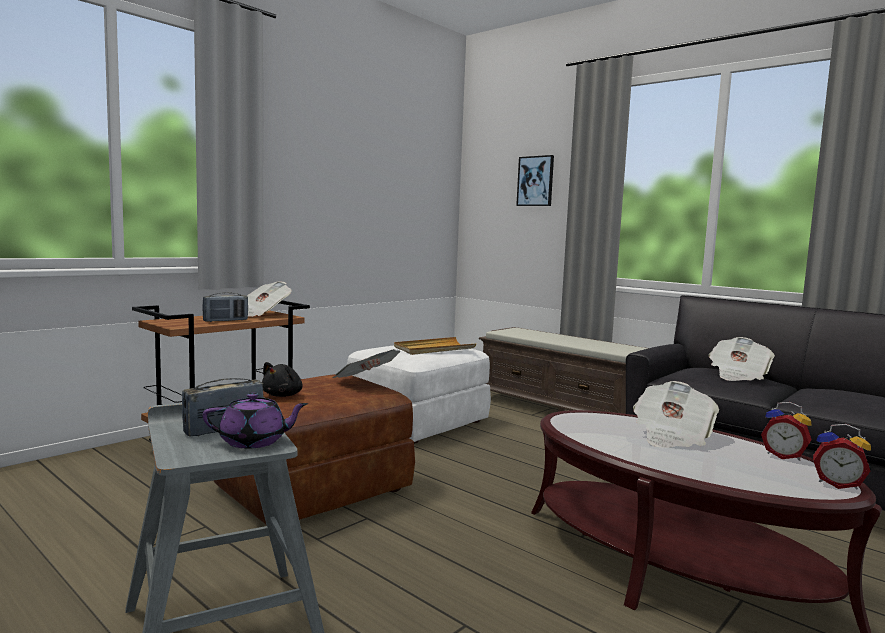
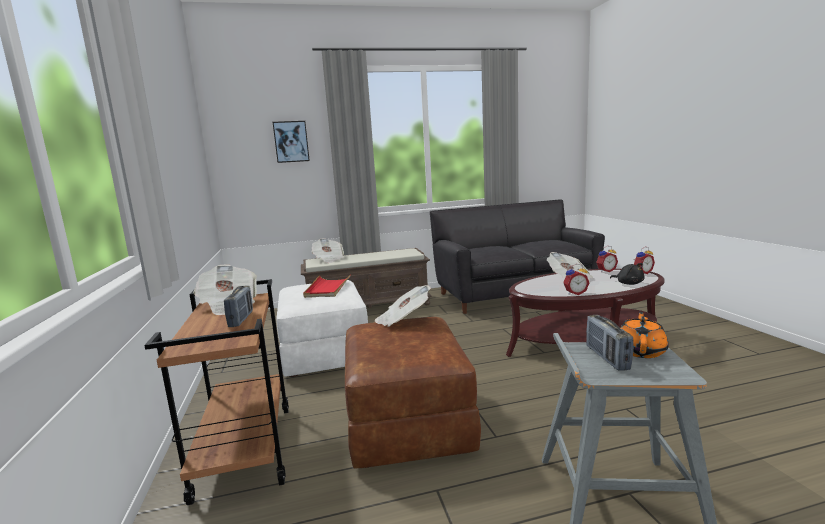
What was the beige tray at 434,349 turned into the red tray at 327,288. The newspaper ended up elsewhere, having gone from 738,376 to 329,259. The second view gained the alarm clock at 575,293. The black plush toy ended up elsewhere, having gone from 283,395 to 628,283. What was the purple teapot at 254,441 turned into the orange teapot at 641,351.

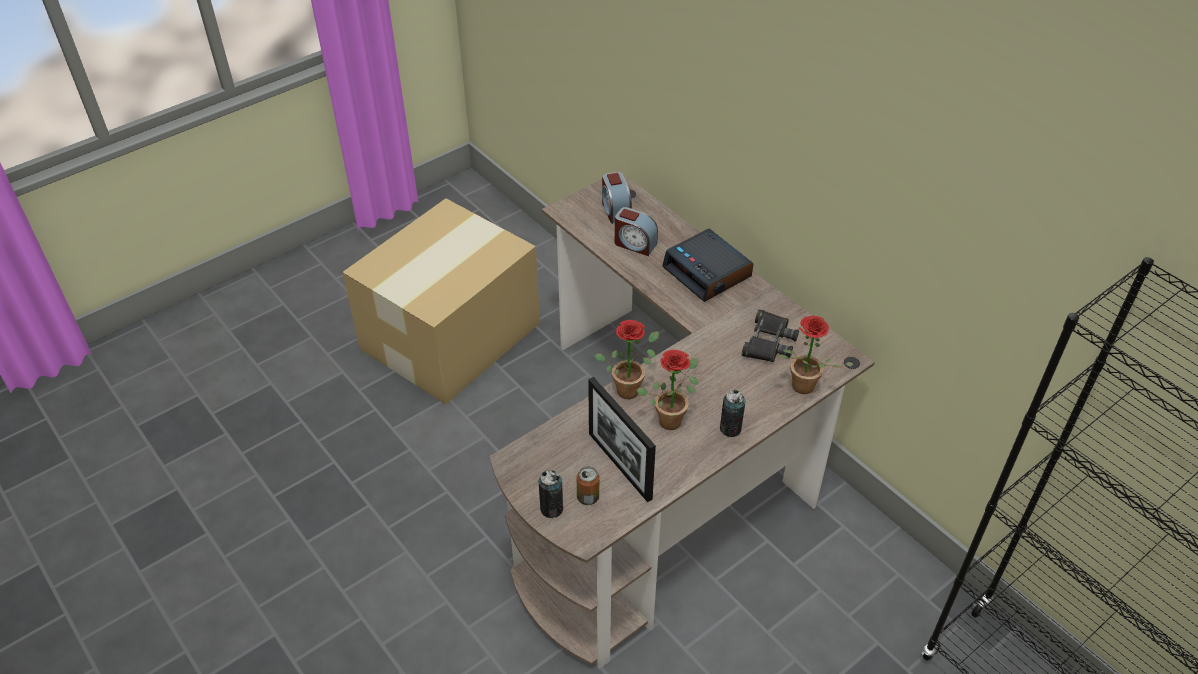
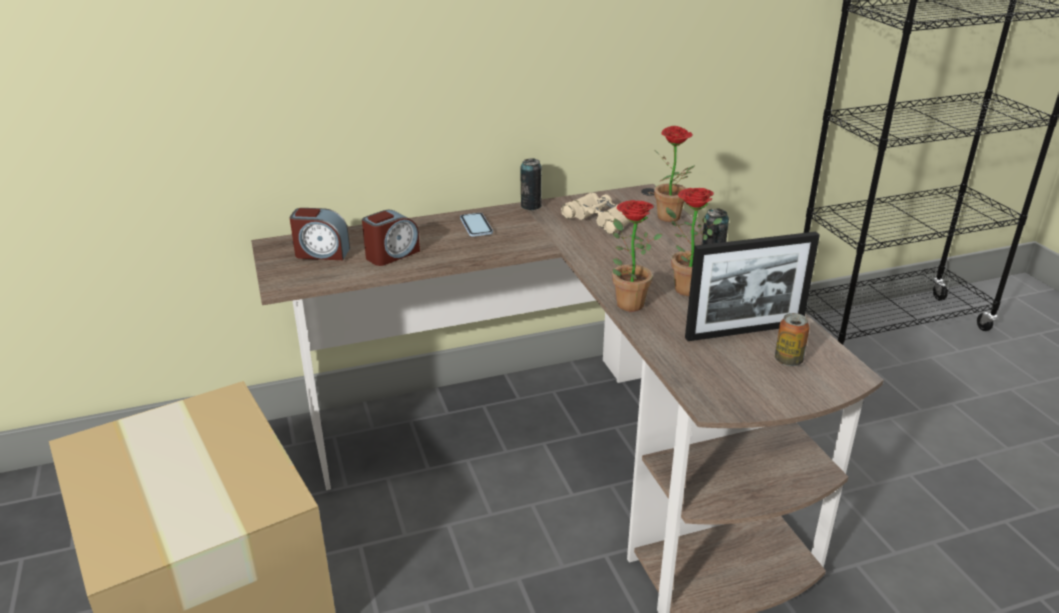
Where the alarm clock stood at 708,272, the phone came to stand at 476,226. The can ended up elsewhere, having gone from 551,509 to 531,206. What was the black binoculars at 768,342 turned into the beige binoculars at 600,219.

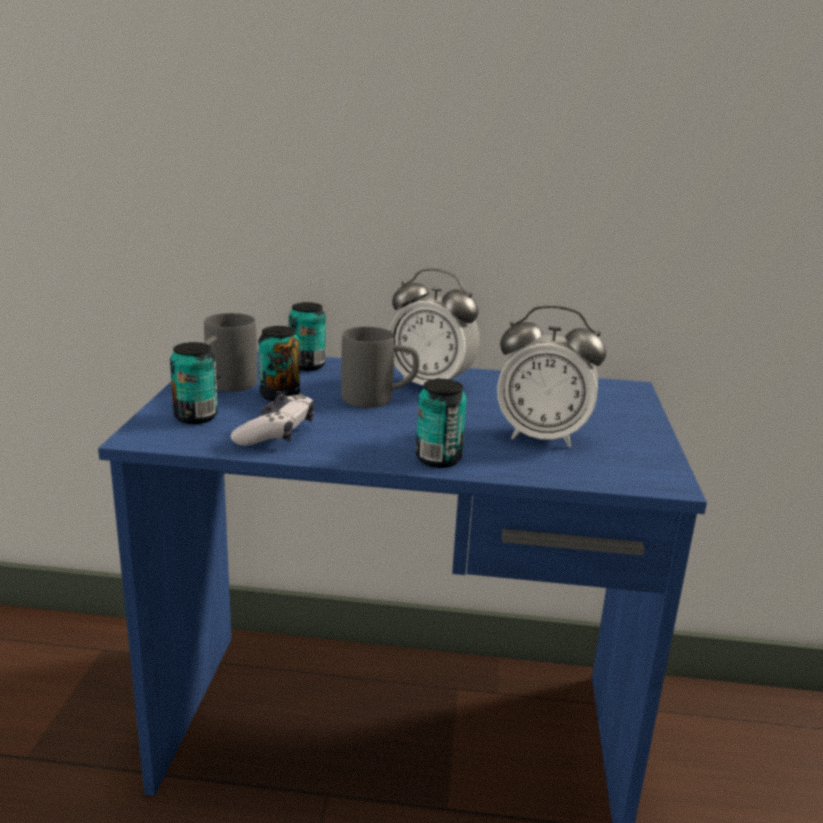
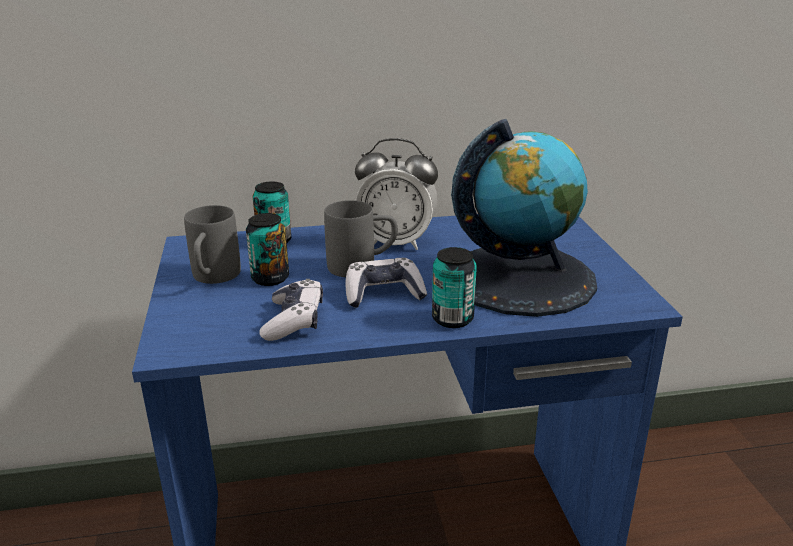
The second view gained the game controller at 383,294. Where the alarm clock stood at 542,437, the globe came to stand at 521,278. The second view lost the can at 195,417.

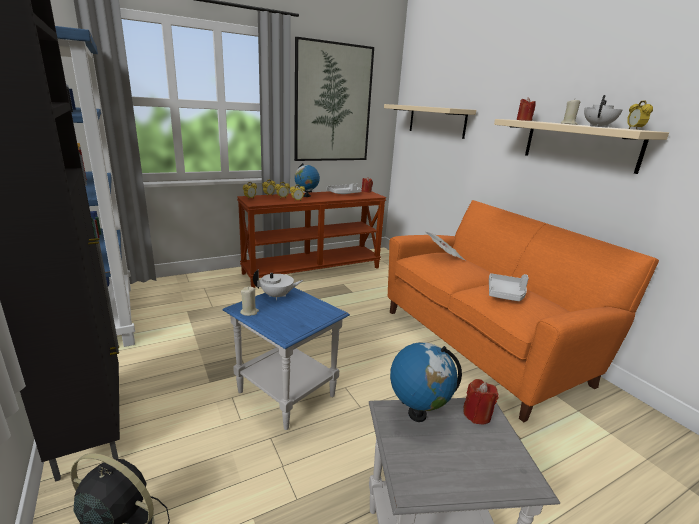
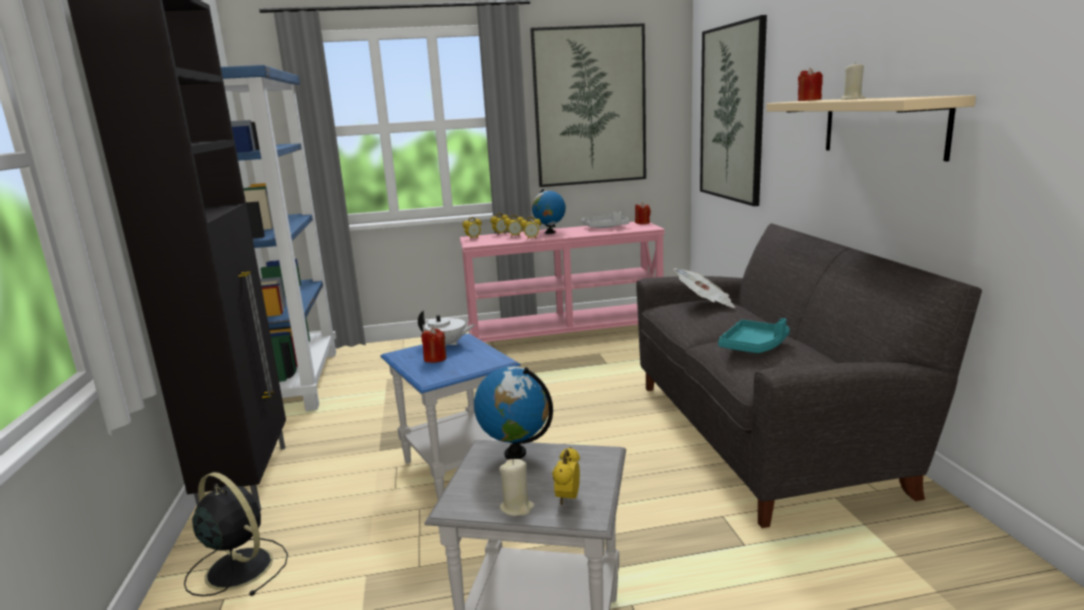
The red candle ended up elsewhere, having gone from 477,414 to 435,359. What was the brown console table at 312,270 turned into the pink console table at 565,336. The beige candle ended up elsewhere, having gone from 249,312 to 517,508. The alarm clock ended up elsewhere, having gone from 634,129 to 567,499. What was the orange sofa at 483,344 turned into the grey sofa at 765,434. Where the beige shelf hung at 436,121, the picture came to hang at 731,114. What was the grey tray at 506,293 turned into the turquoise tray at 754,346. The second view lost the white teapot at 598,126.

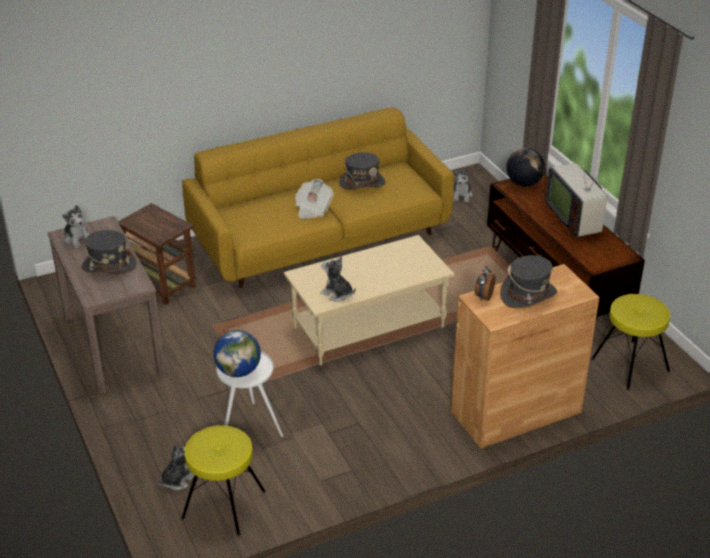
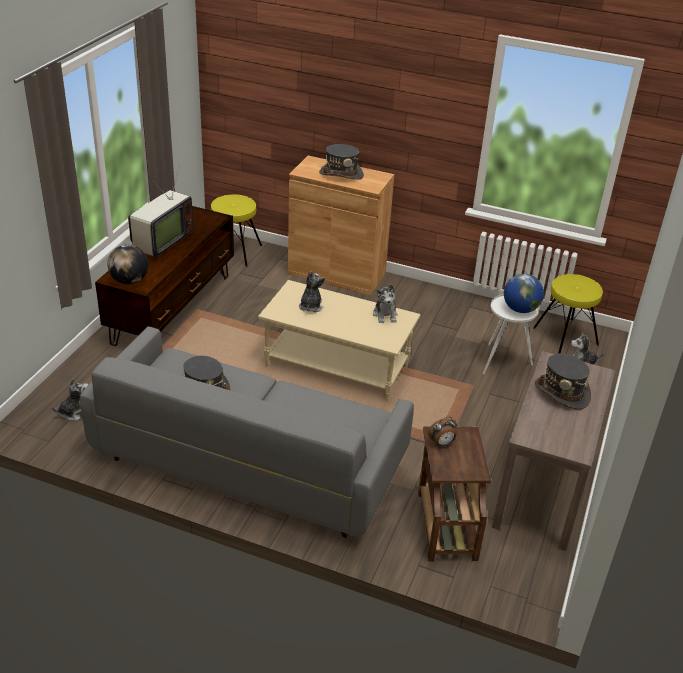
What was the yellow sofa at 321,238 turned into the grey sofa at 249,461. The plush toy ended up elsewhere, having gone from 78,238 to 311,306. The alarm clock ended up elsewhere, having gone from 483,296 to 441,444. The second view lost the newspaper at 312,209.

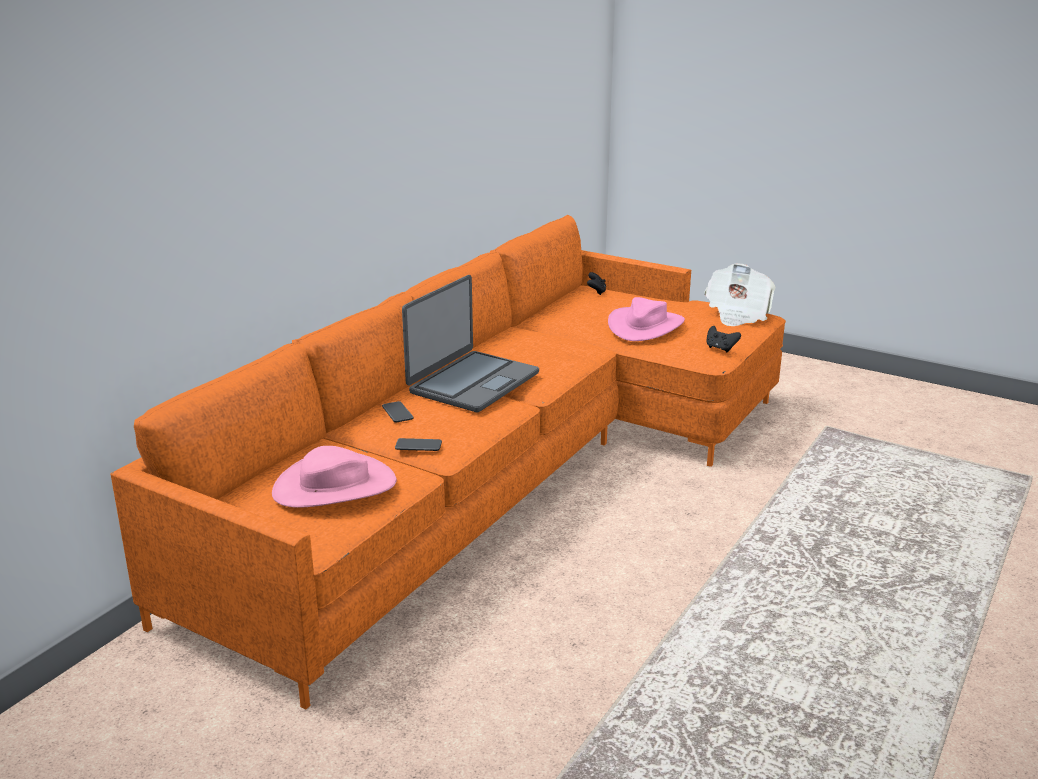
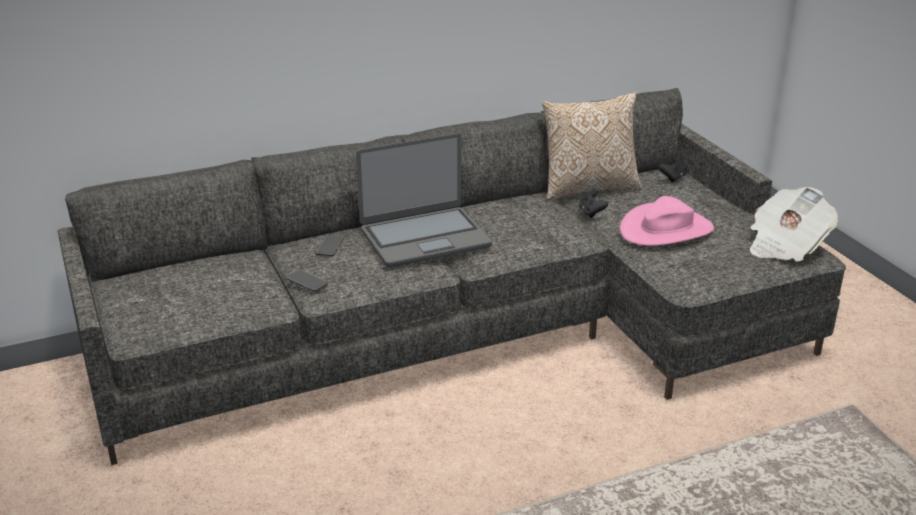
What was the orange sofa at 506,472 turned into the grey sofa at 473,333. The second view gained the pillow at 588,188. The black game controller ended up elsewhere, having gone from 720,348 to 591,213. The second view lost the pink hat at 334,487.

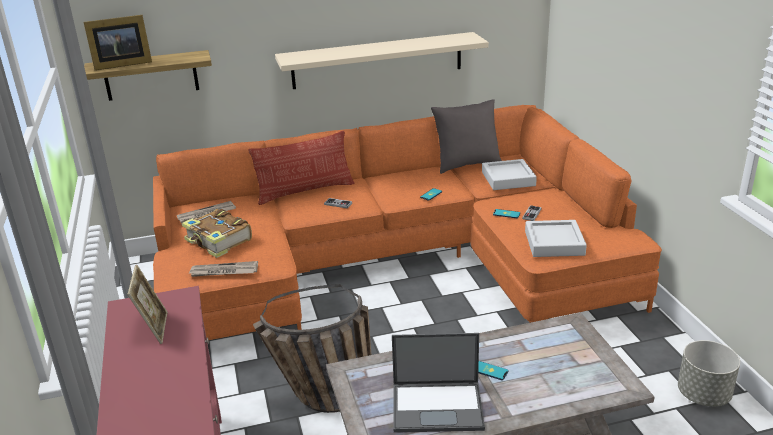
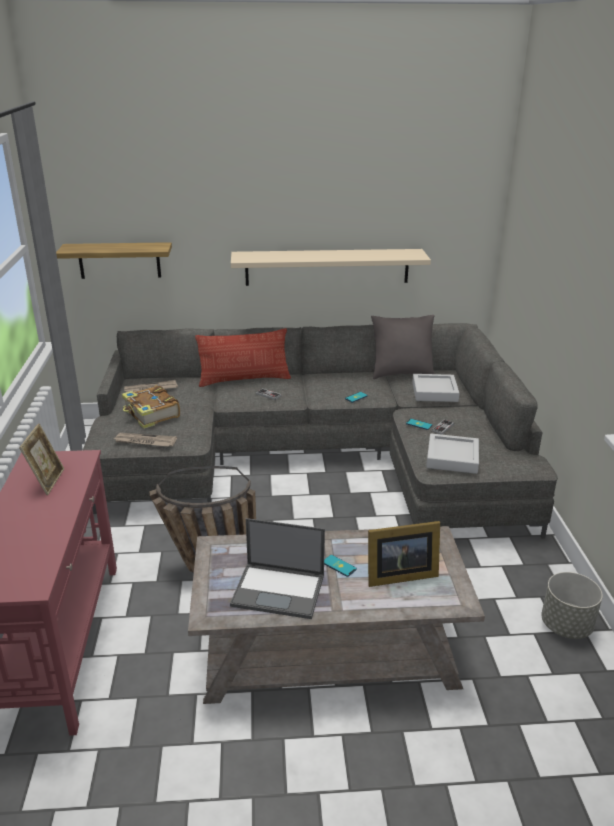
What was the orange sofa at 395,264 turned into the grey sofa at 318,457. The picture frame ended up elsewhere, having gone from 120,64 to 398,575.

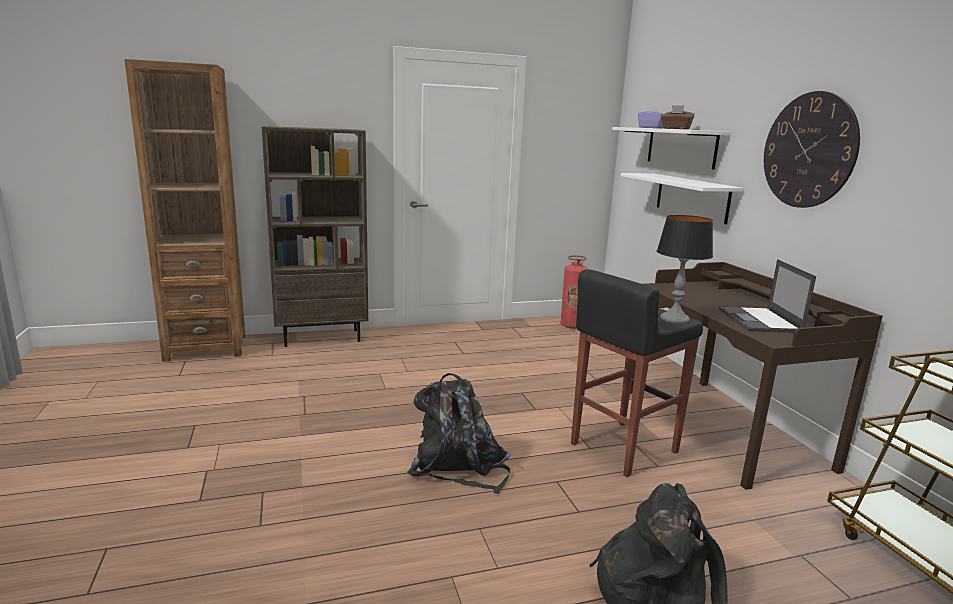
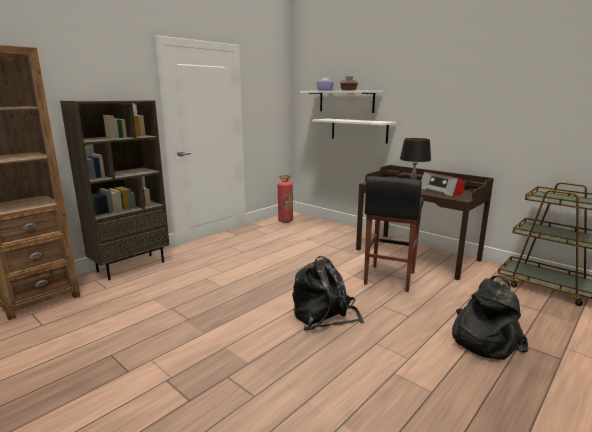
Where the laptop stood at 760,321, the radio came to stand at 441,191. The second view lost the wall clock at 809,150.

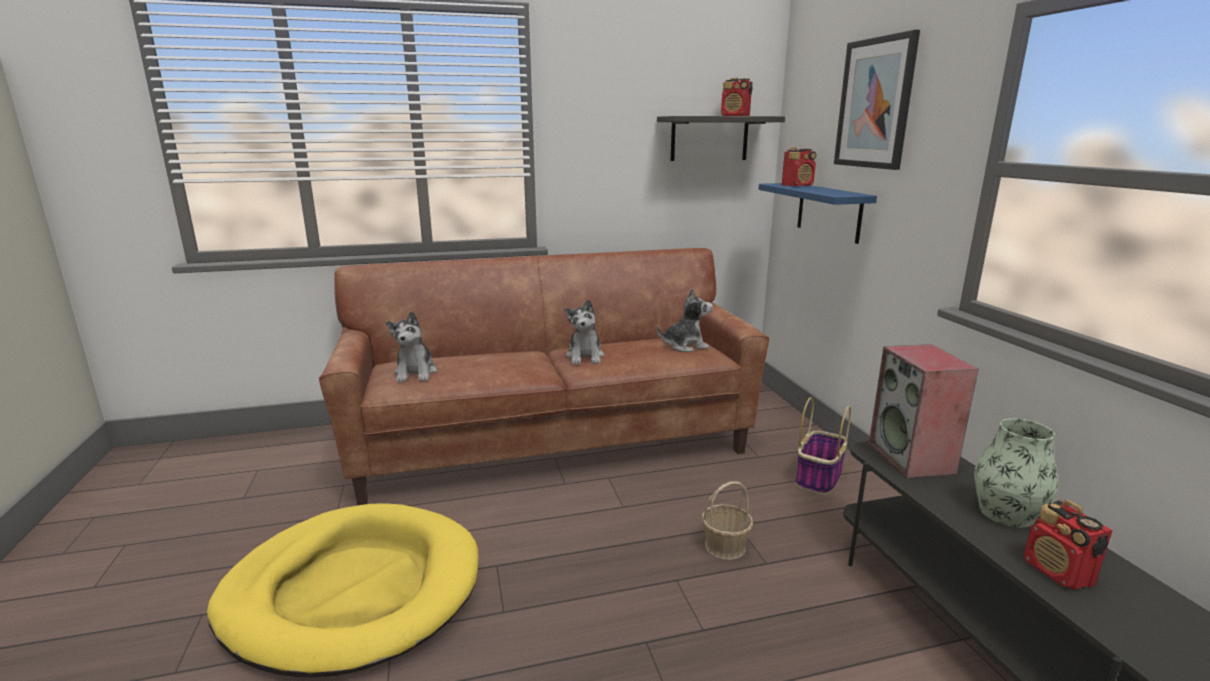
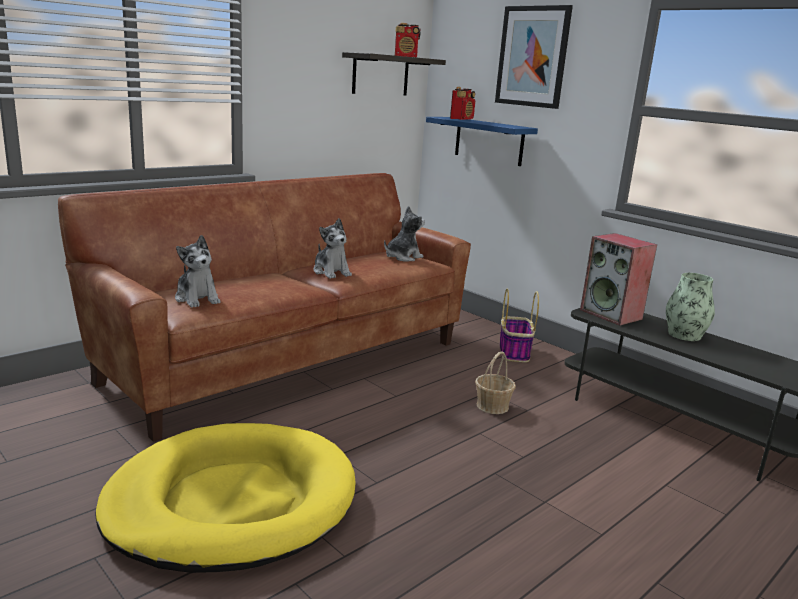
The second view lost the radio at 1058,573.

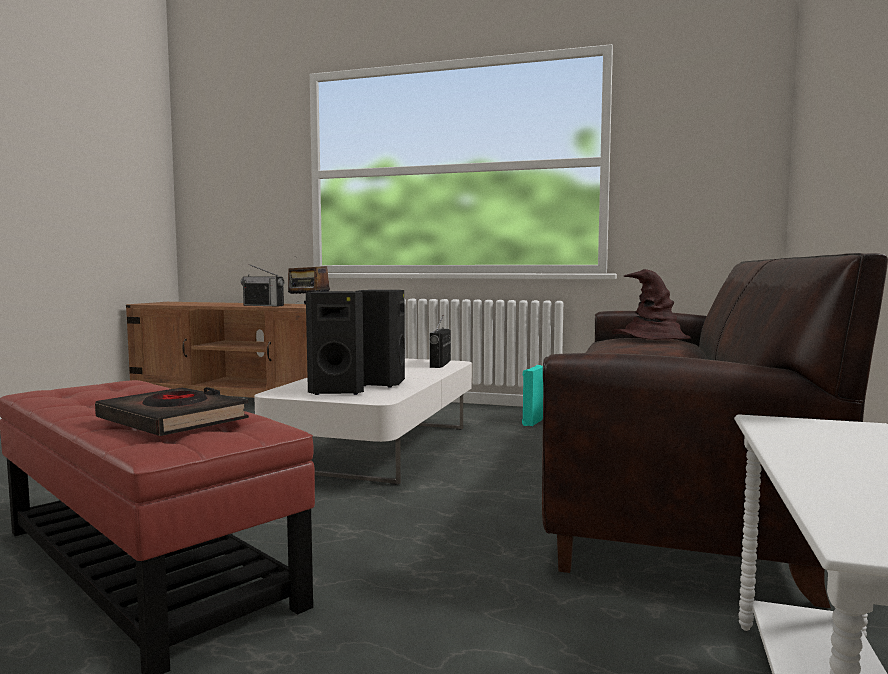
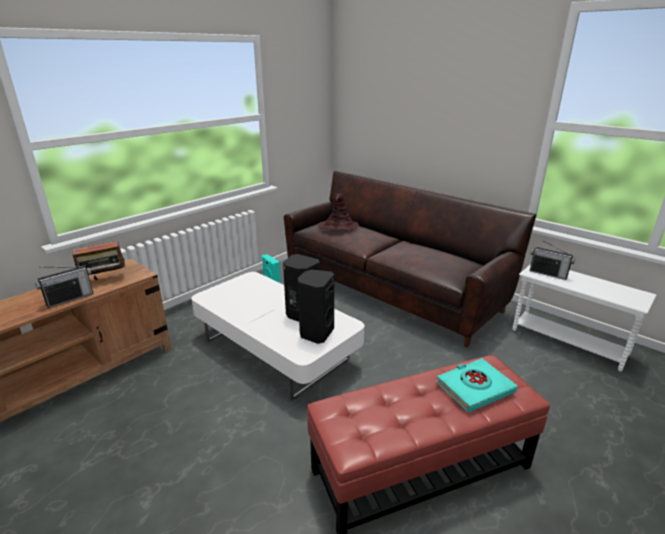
What was the black book at 173,421 turned into the turquoise book at 474,388. The radio ended up elsewhere, having gone from 440,364 to 548,273.

